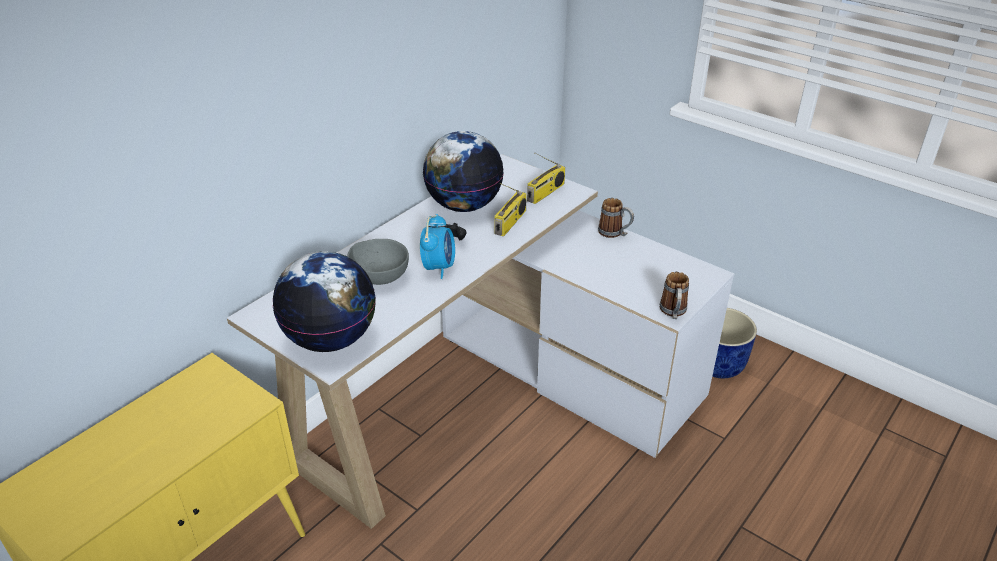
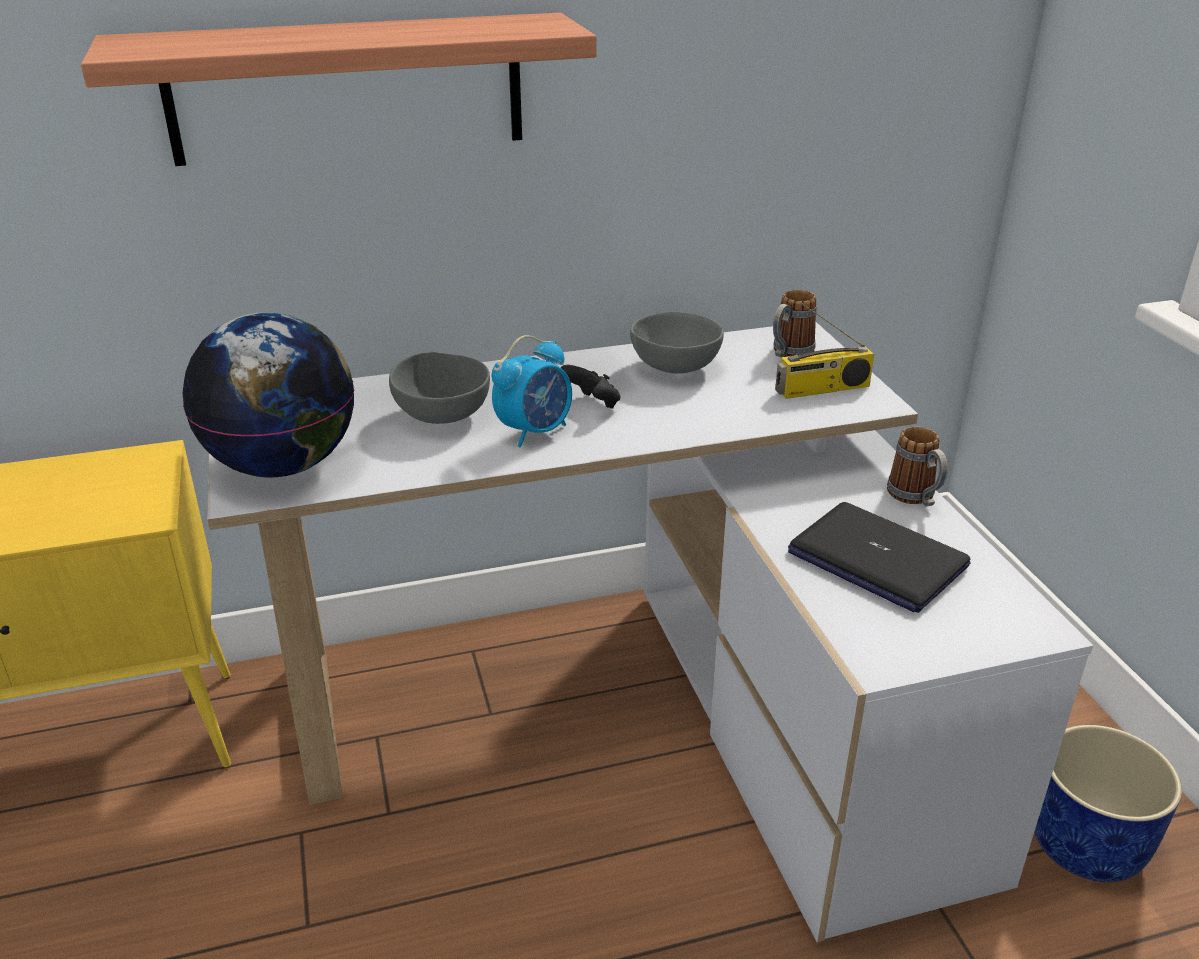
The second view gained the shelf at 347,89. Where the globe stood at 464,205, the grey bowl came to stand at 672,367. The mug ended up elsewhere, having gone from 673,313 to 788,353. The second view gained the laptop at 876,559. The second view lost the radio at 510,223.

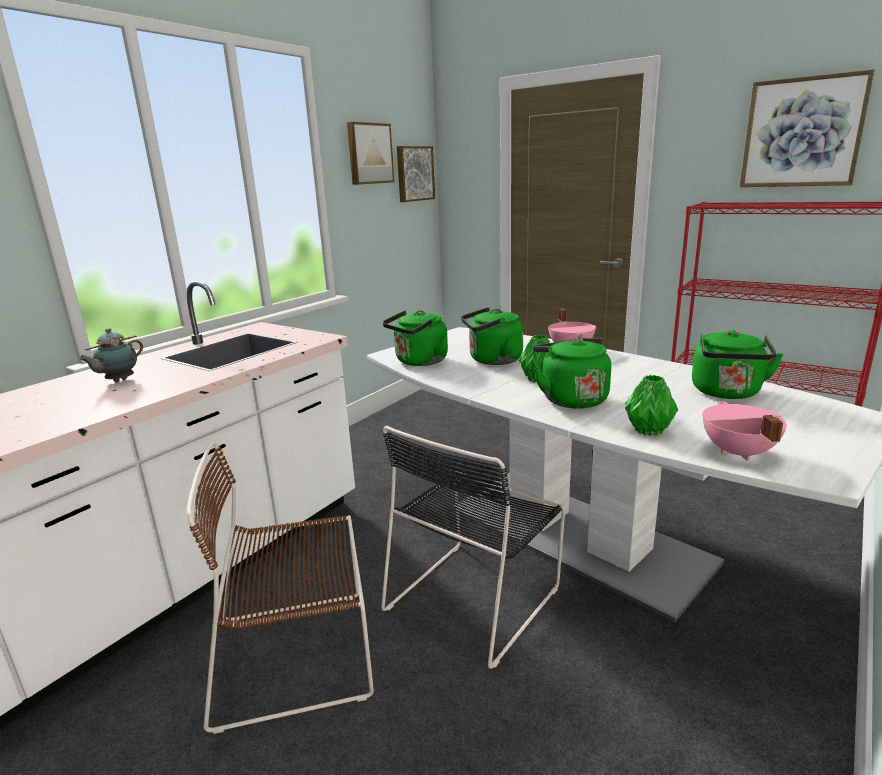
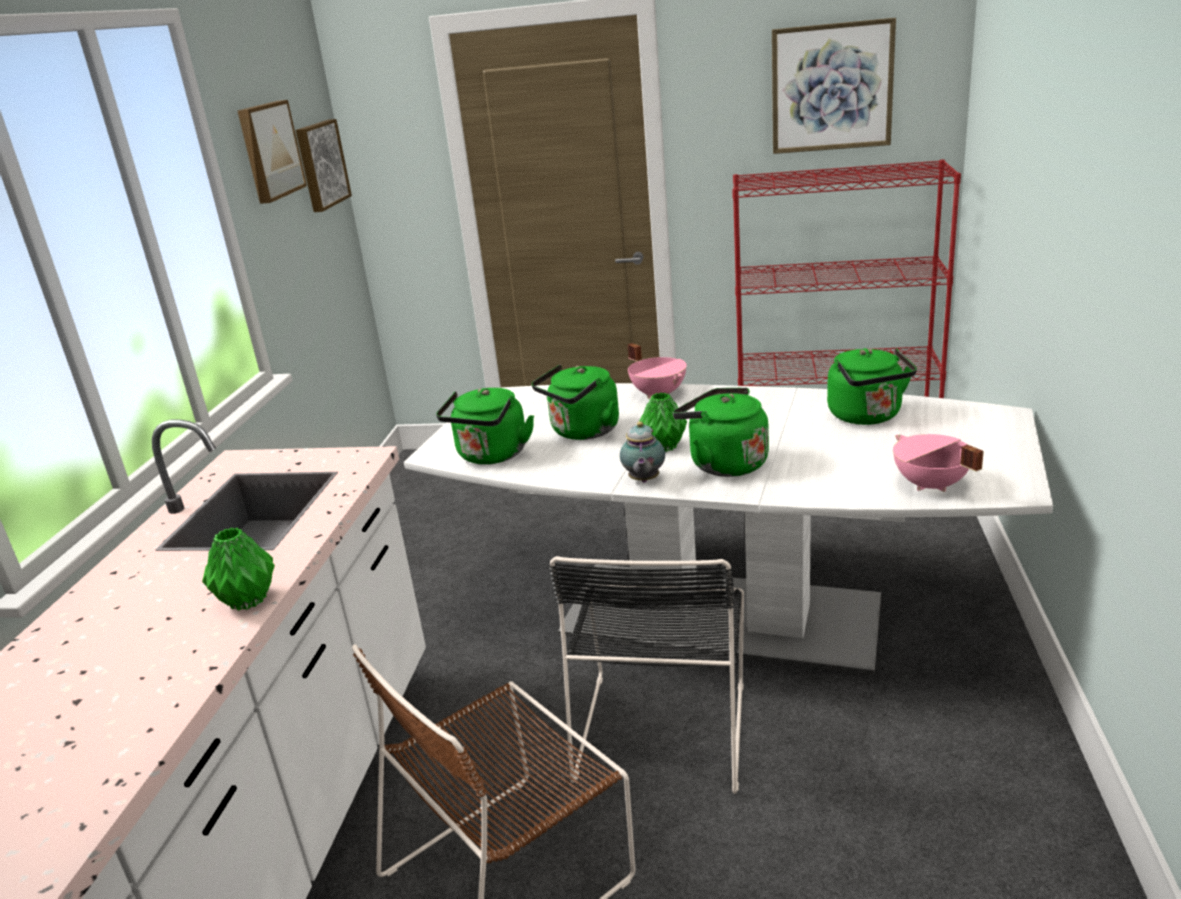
The green vase ended up elsewhere, having gone from 649,430 to 248,599. The teapot ended up elsewhere, having gone from 118,381 to 643,481.

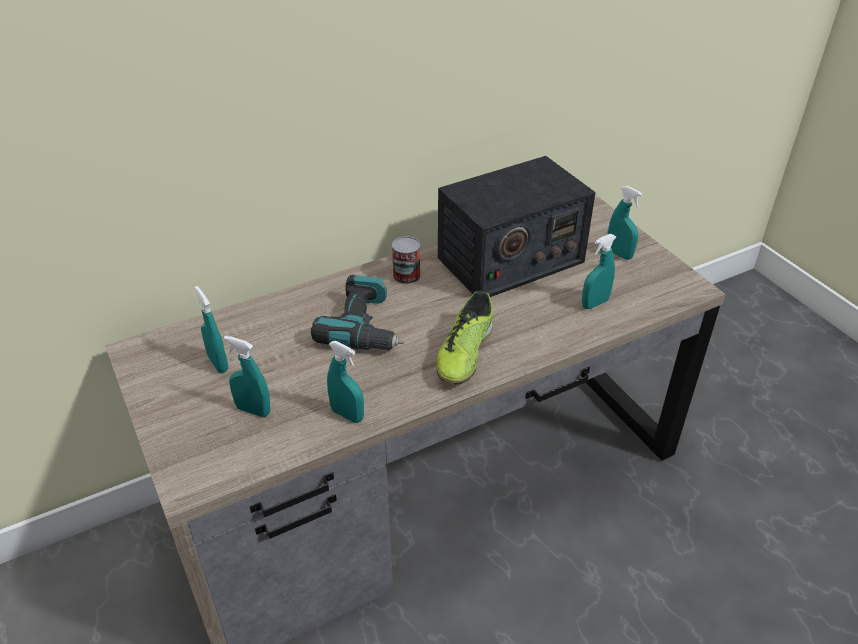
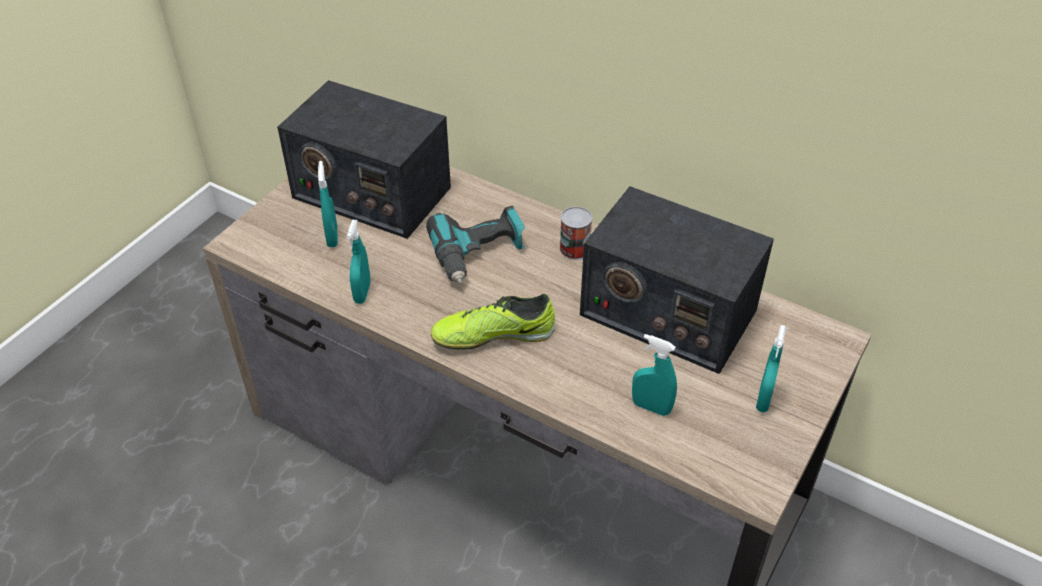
Where the turquoise spray bottle stood at 218,363, the radio came to stand at 370,192.

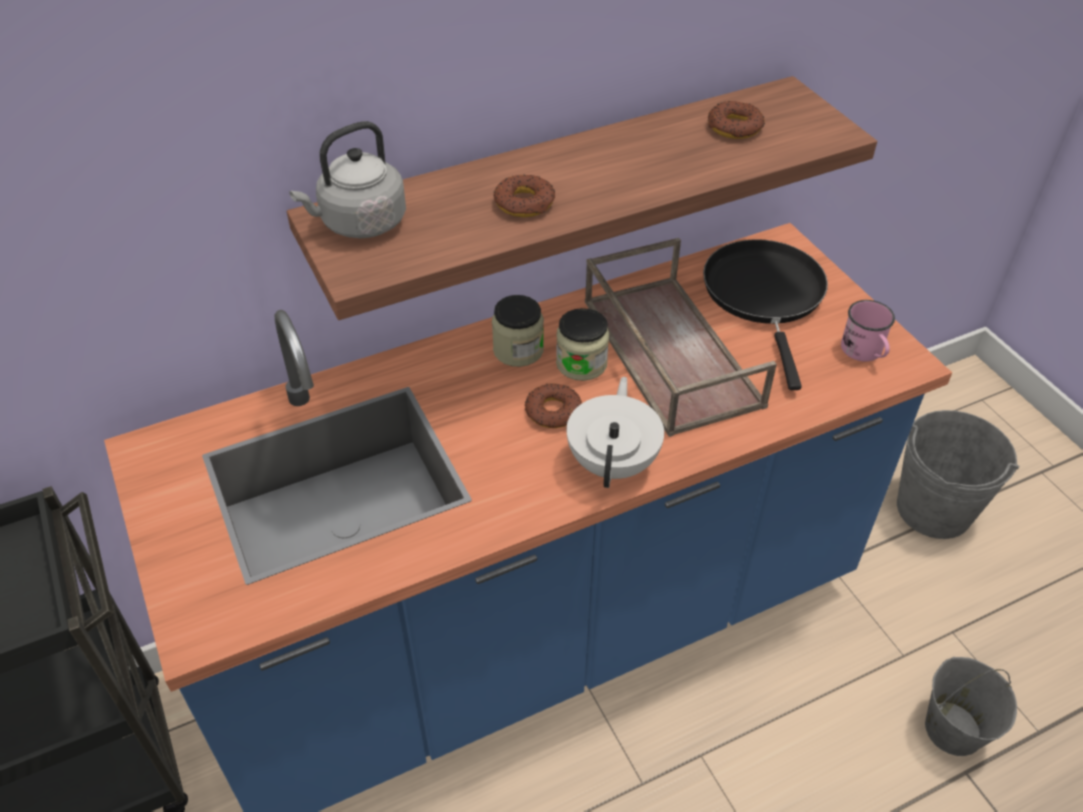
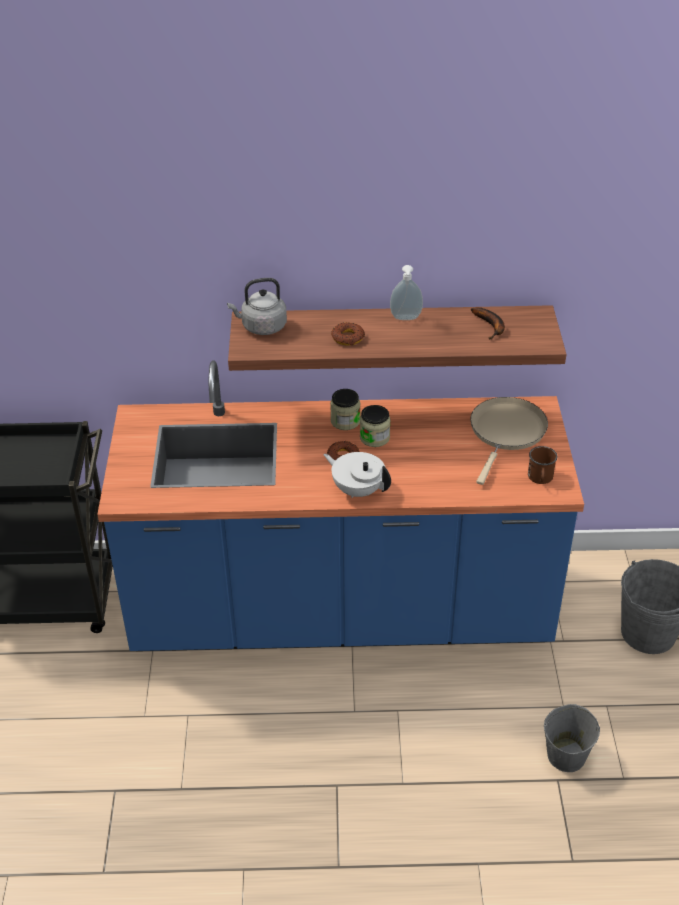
The white teapot at 614,462 ended up facing another way, 90 degrees counterclockwise from before. The second view gained the soap dispenser at 406,318. What was the black frying pan at 765,296 turned into the beige frying pan at 506,432. Where the donut stood at 734,127, the banana came to stand at 491,326. What was the pink mug at 865,352 turned into the brown mug at 540,479. The second view lost the brown tray at 668,351.

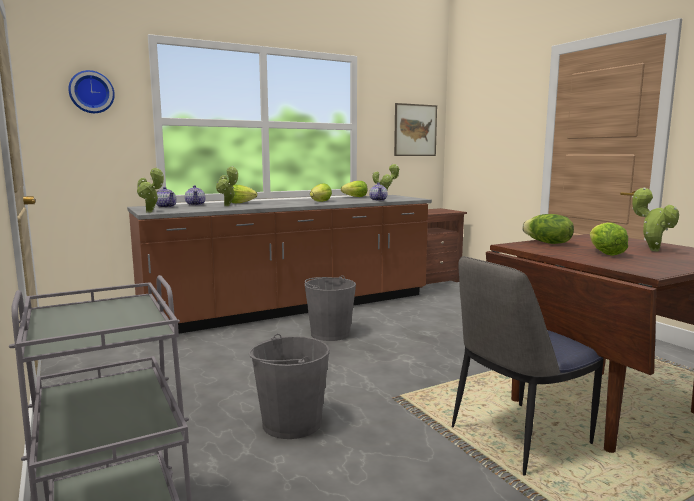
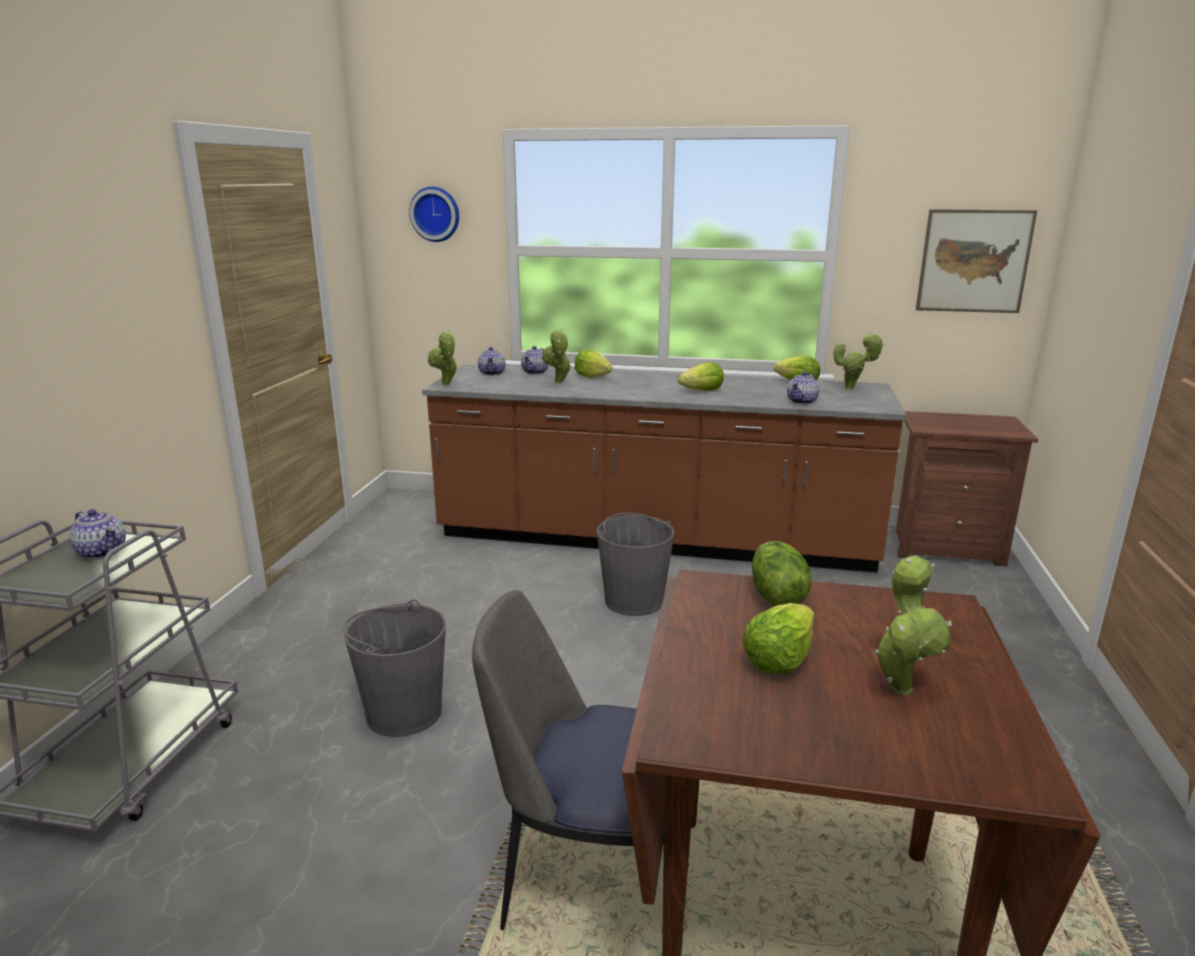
The second view gained the teapot at 102,552.

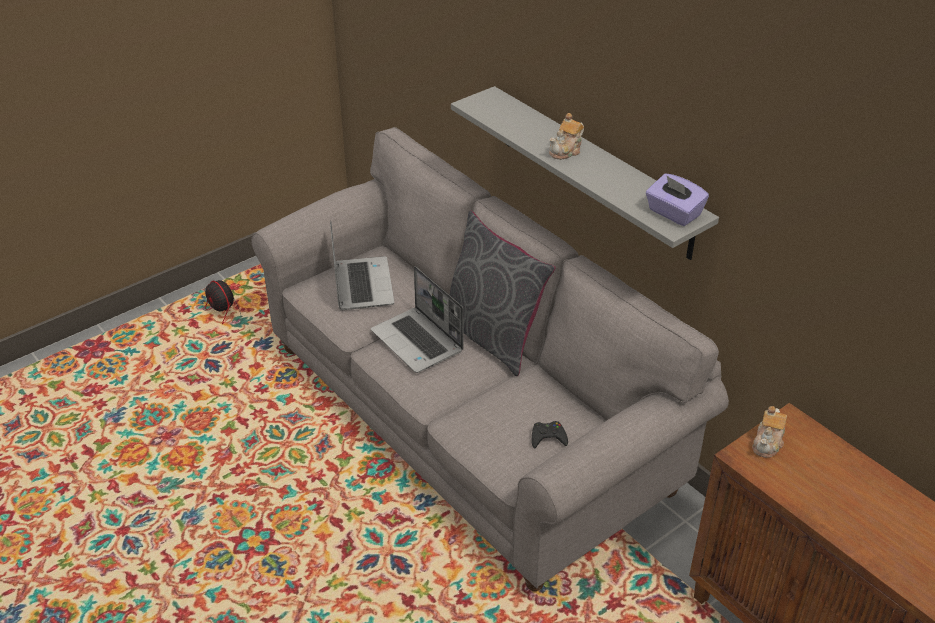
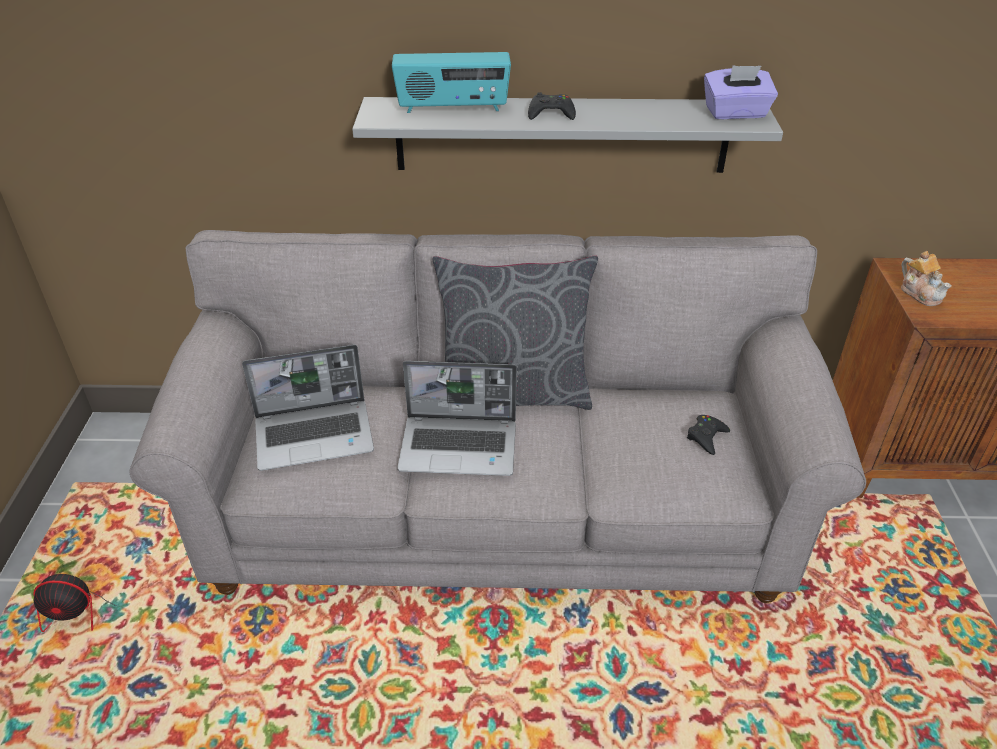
The laptop at 361,284 ended up facing another way, 135 degrees clockwise from before. The second view gained the radio at 453,108. Where the teapot stood at 566,151, the black game controller came to stand at 551,113.

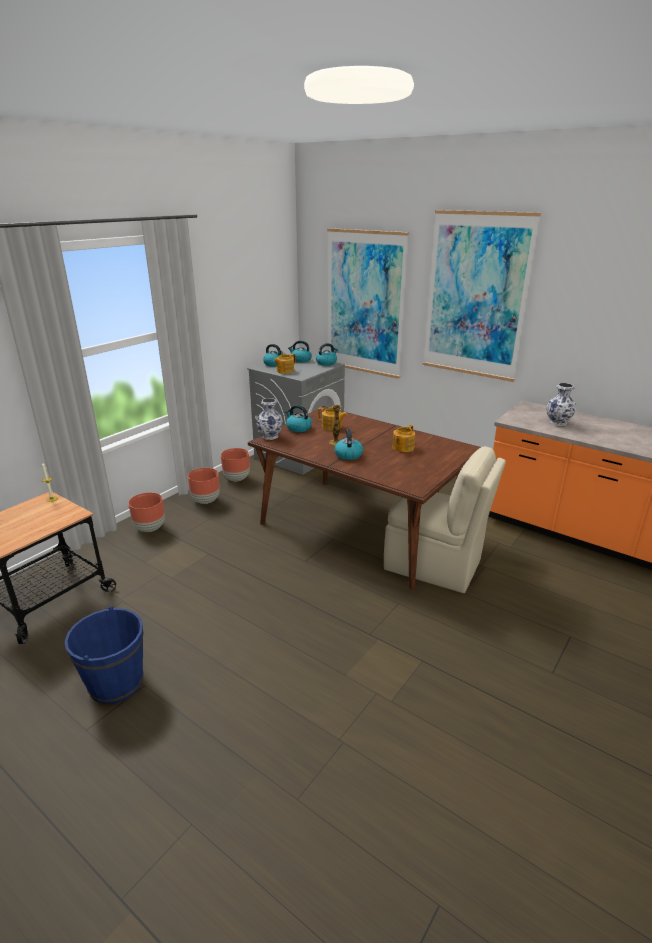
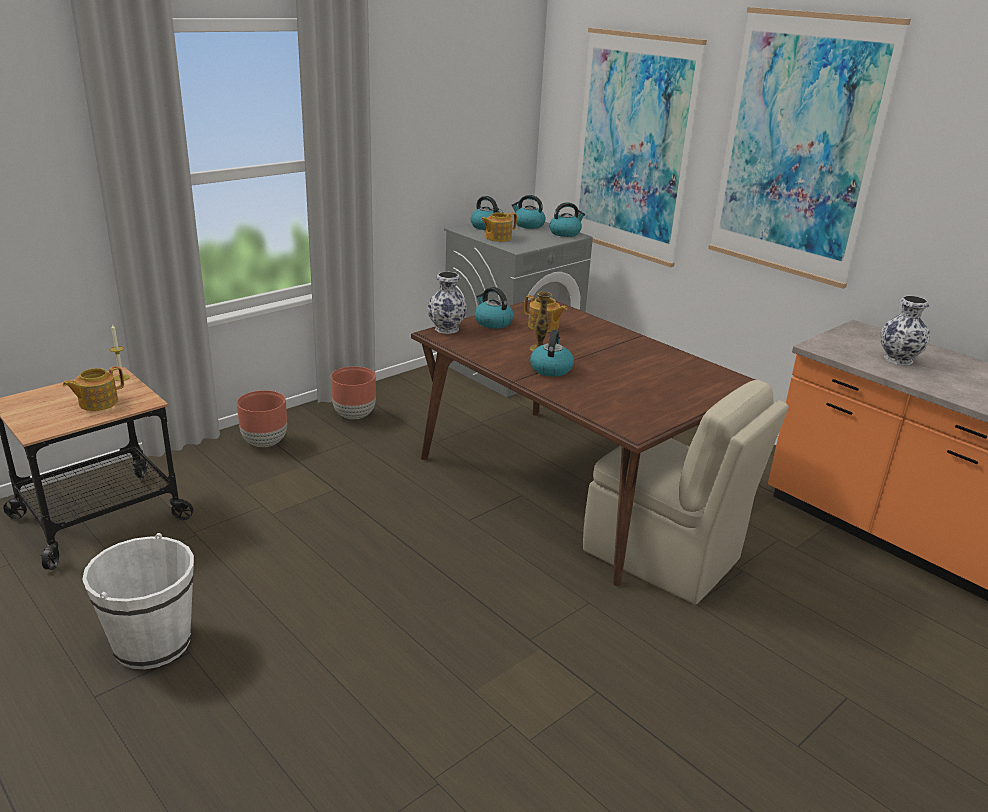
The teapot ended up elsewhere, having gone from 402,447 to 97,403. What was the blue bucket at 116,683 turned into the white bucket at 153,643. The second view lost the brown planter at 237,479.

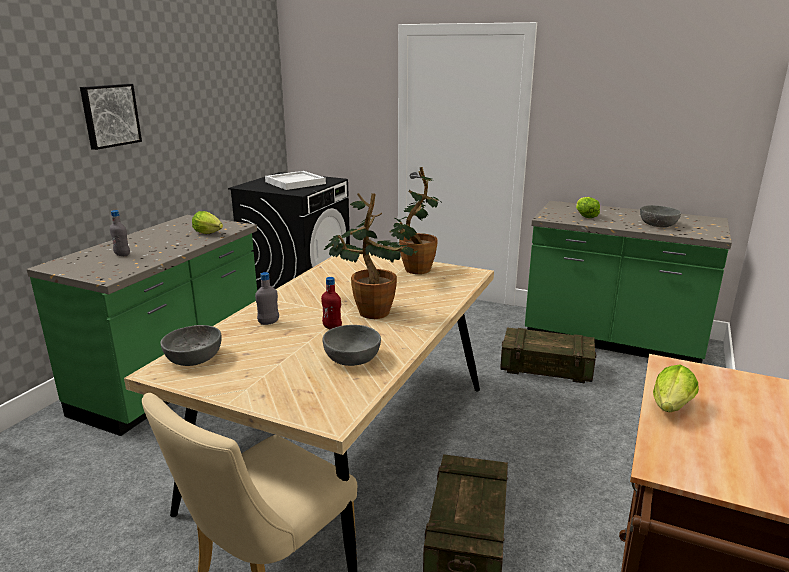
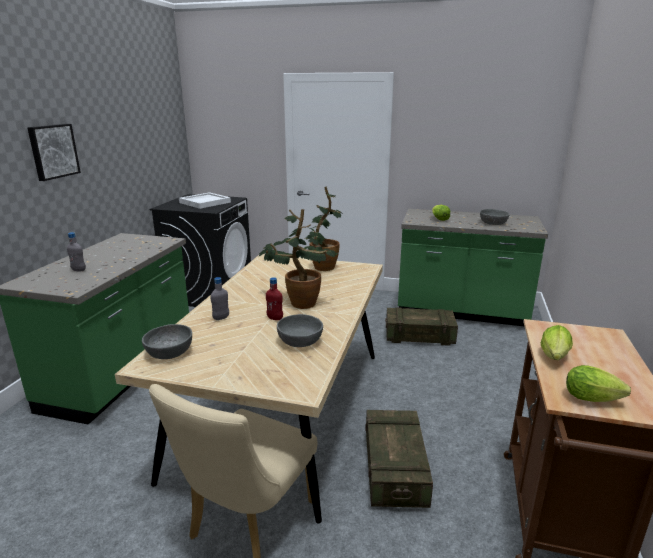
The lettuce ended up elsewhere, having gone from 209,233 to 594,399.

